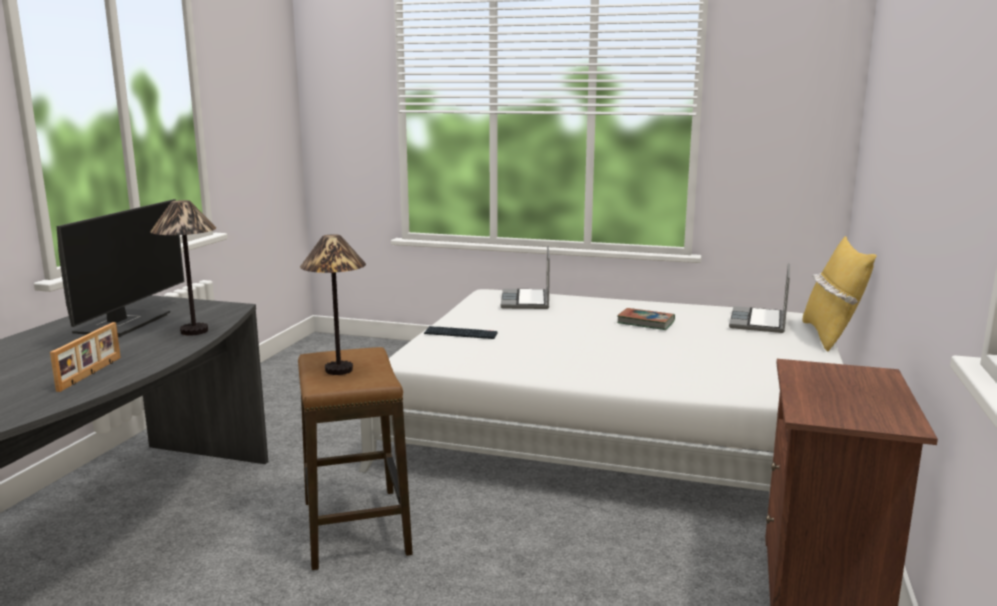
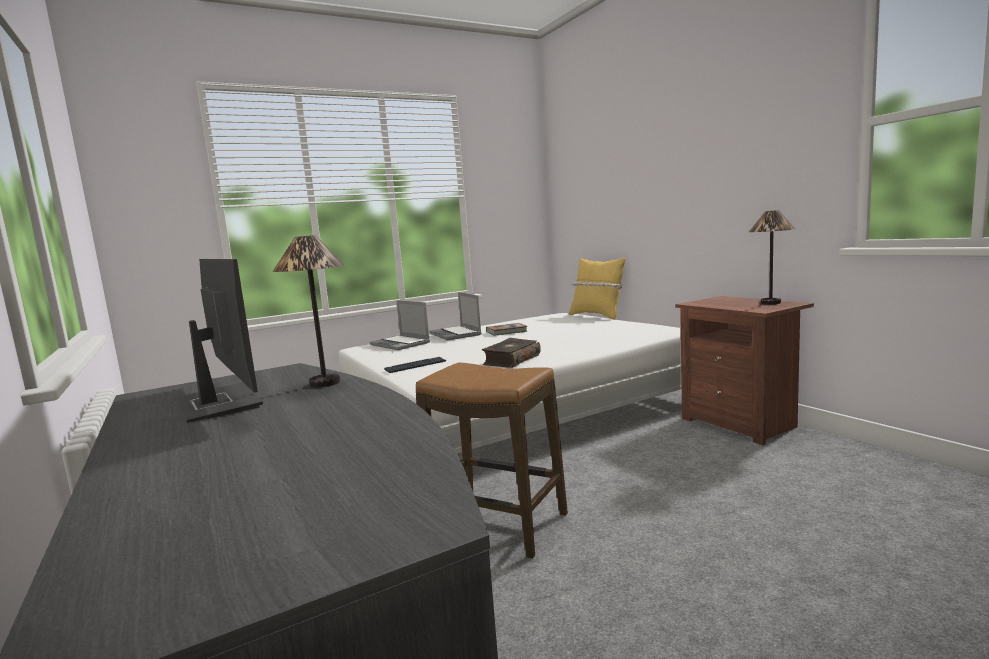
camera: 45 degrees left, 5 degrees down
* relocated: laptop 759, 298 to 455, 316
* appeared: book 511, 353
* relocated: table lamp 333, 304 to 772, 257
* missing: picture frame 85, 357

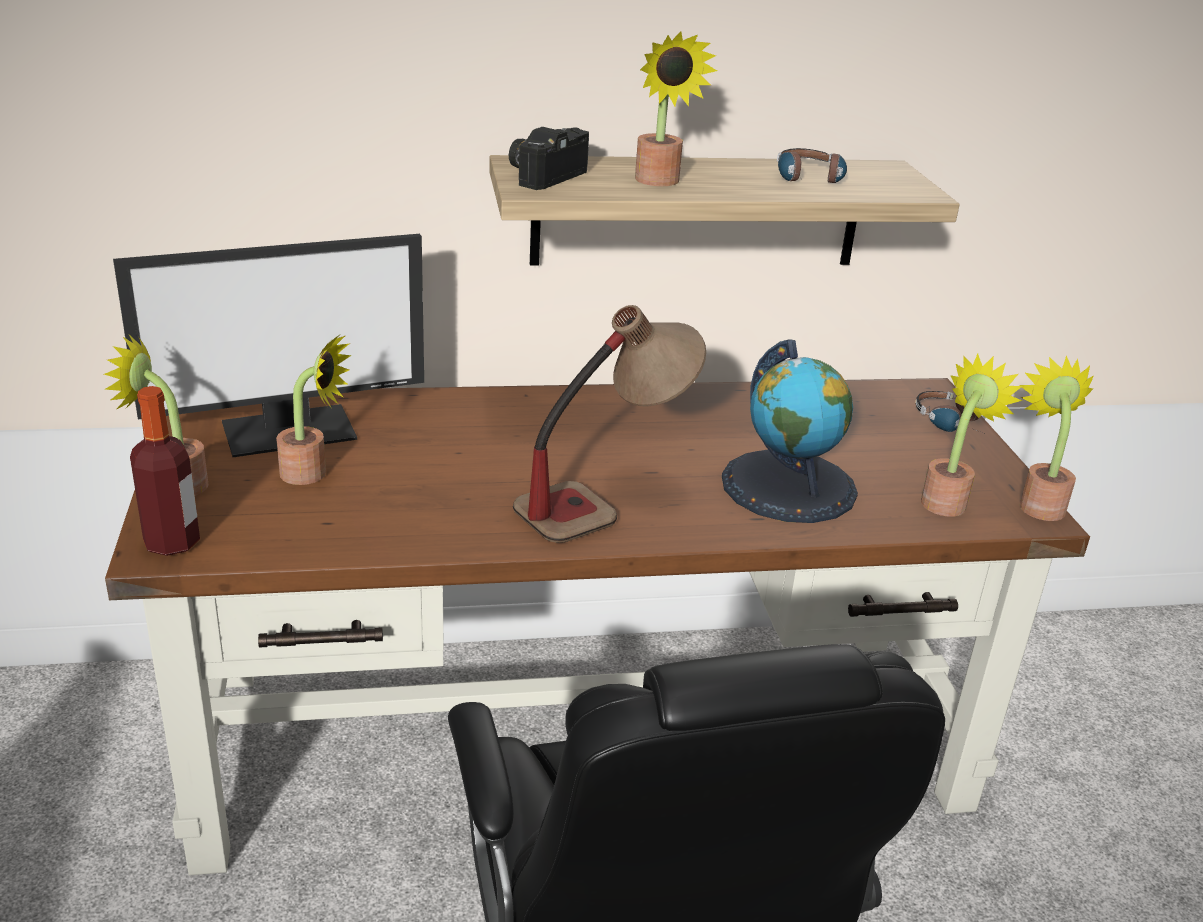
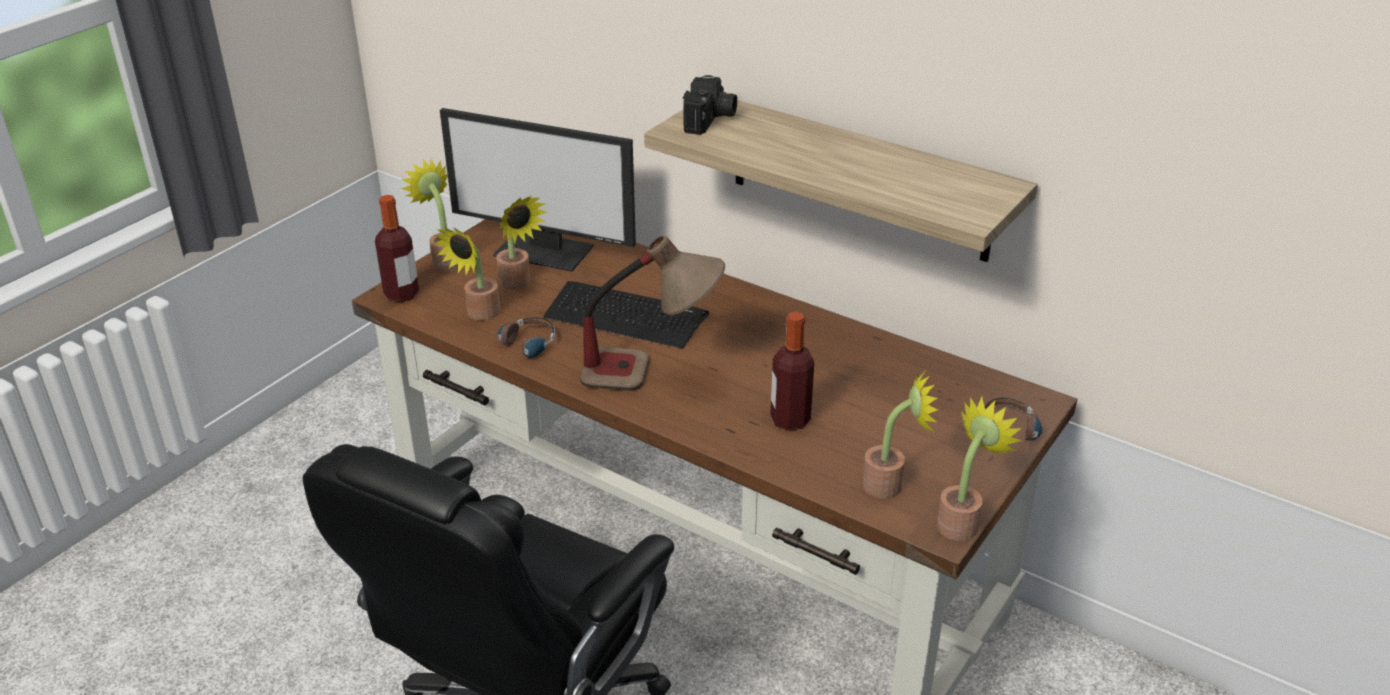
camera: 45 degrees right, 5 degrees up
* relocated: potted plant 676, 109 to 466, 274
* relocated: headphones 812, 165 to 519, 338
* appeared: keyboard 626, 315
* spun: photo camera 549, 158 = 710, 105 120 degrees clockwise
* exchanged: globe 790, 431 to bottle 792, 371

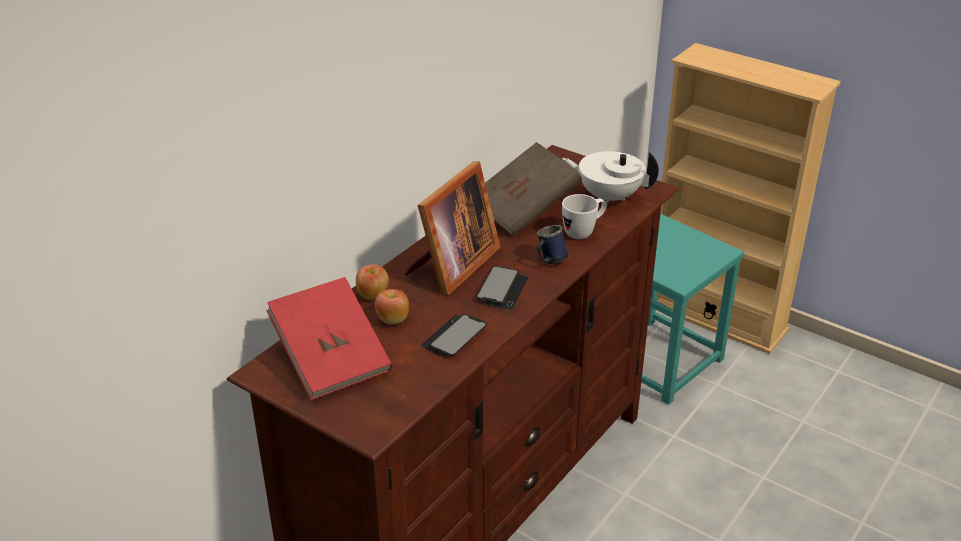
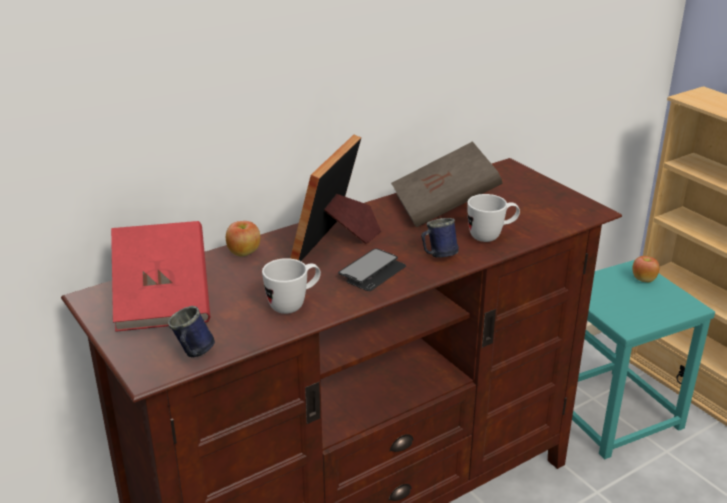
camera: 20 degrees right, 5 degrees down
* appeared: blue mug 191, 331
* exchanged: phone 454, 335 to white mug 291, 286
* spun: picture frame 452, 228 = 335, 198 150 degrees clockwise
* relocated: apple 392, 306 to 646, 269
* missing: white teapot 610, 178

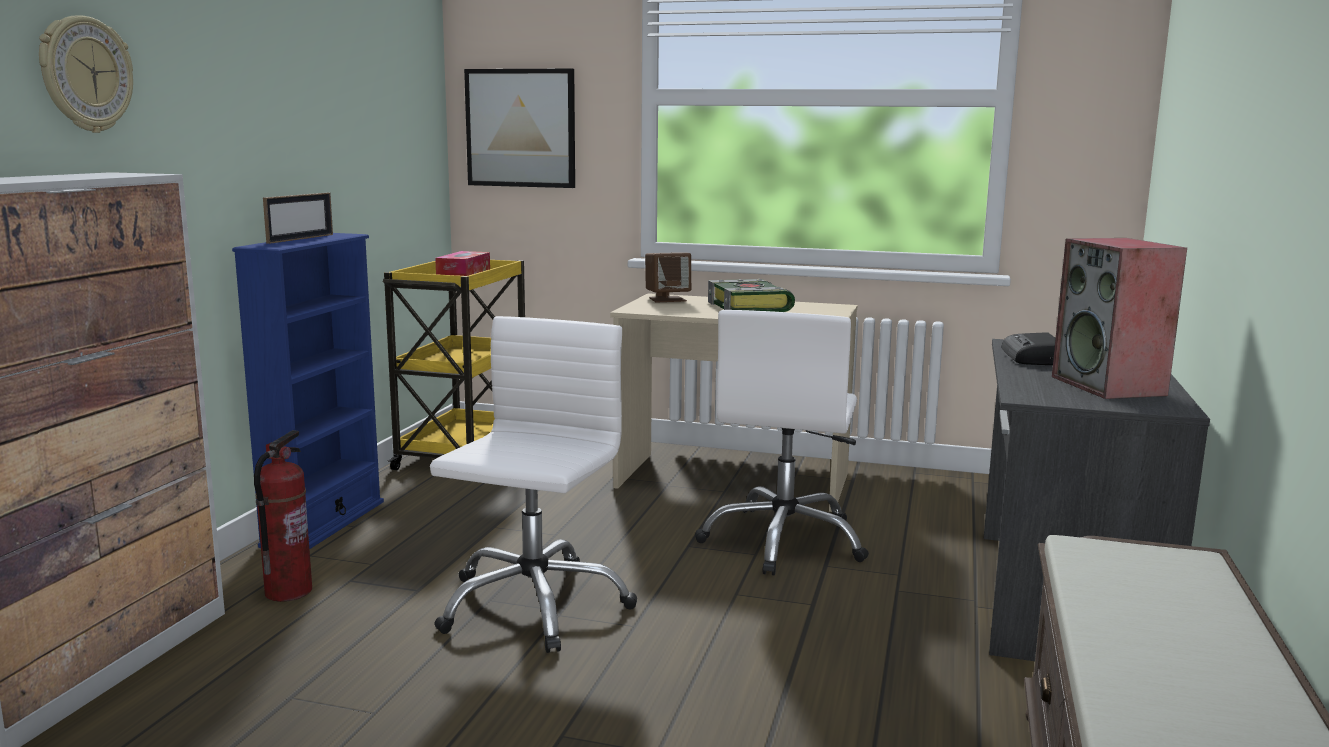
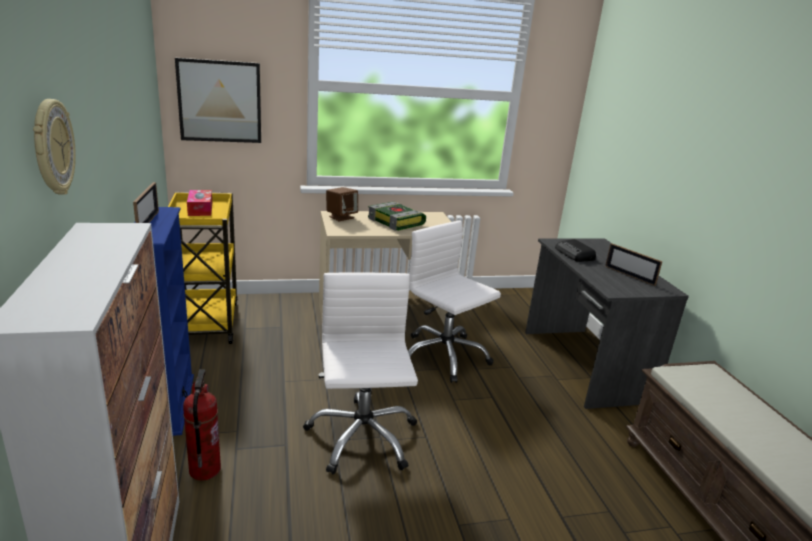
camera: 30 degrees left, 10 degrees up
* spun: white office chair 782, 442 = 454, 301 150 degrees clockwise
* exchanged: speaker 1119, 318 to picture frame 634, 264

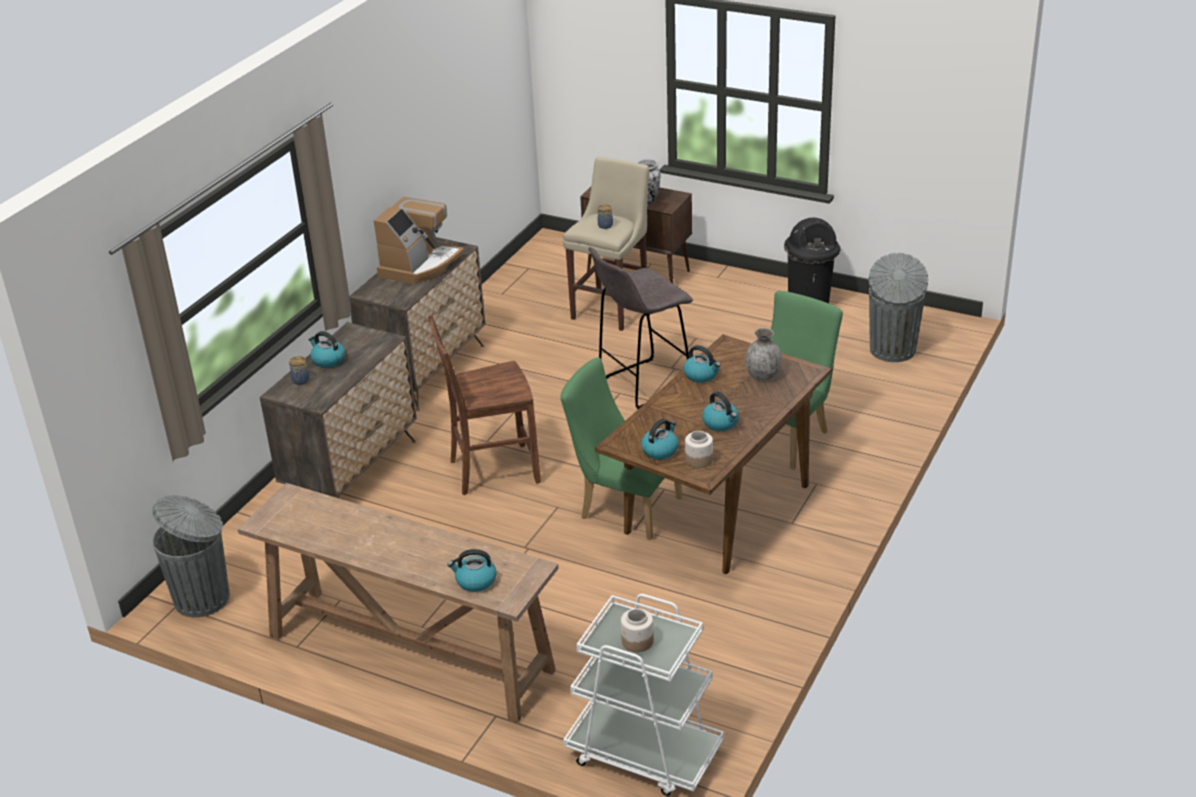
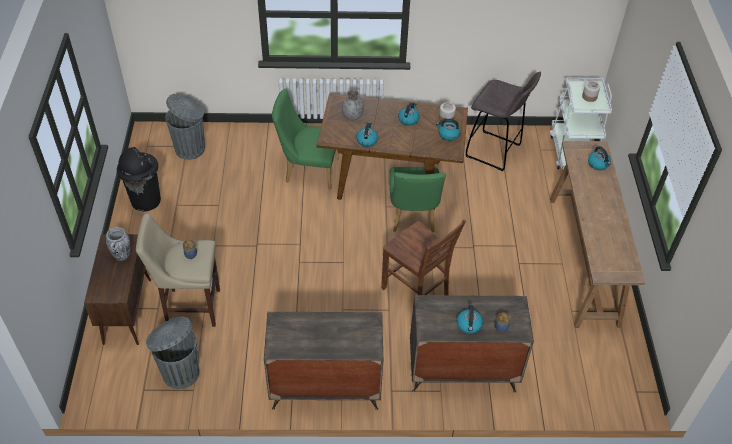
camera: 120 degrees left, 15 degrees up
* relocated: grey trash can 190, 556 to 172, 352
* relocated: grey stool 641, 328 to 503, 121
* missing: coffee machine 419, 240

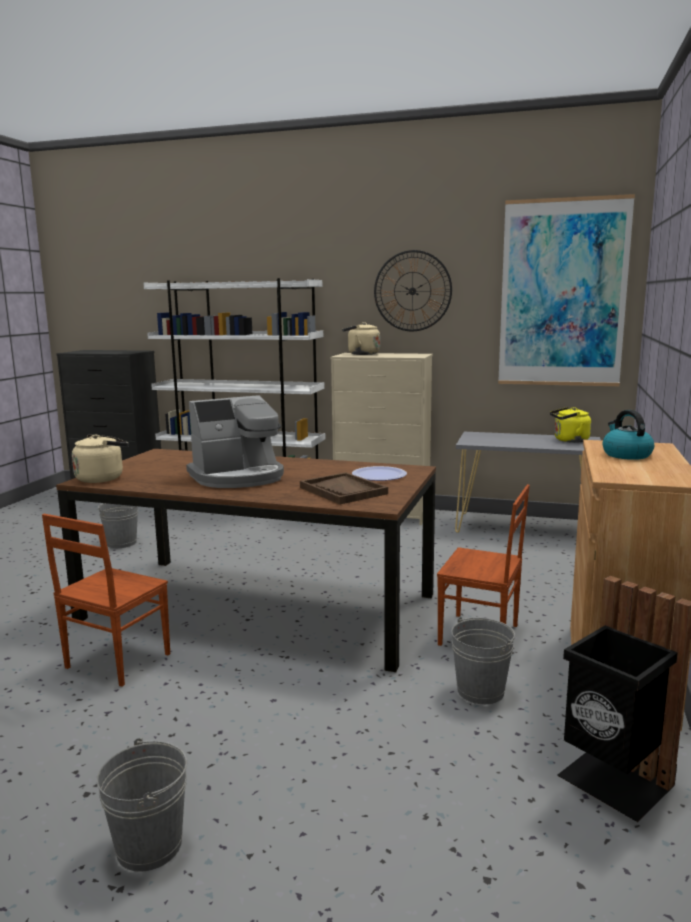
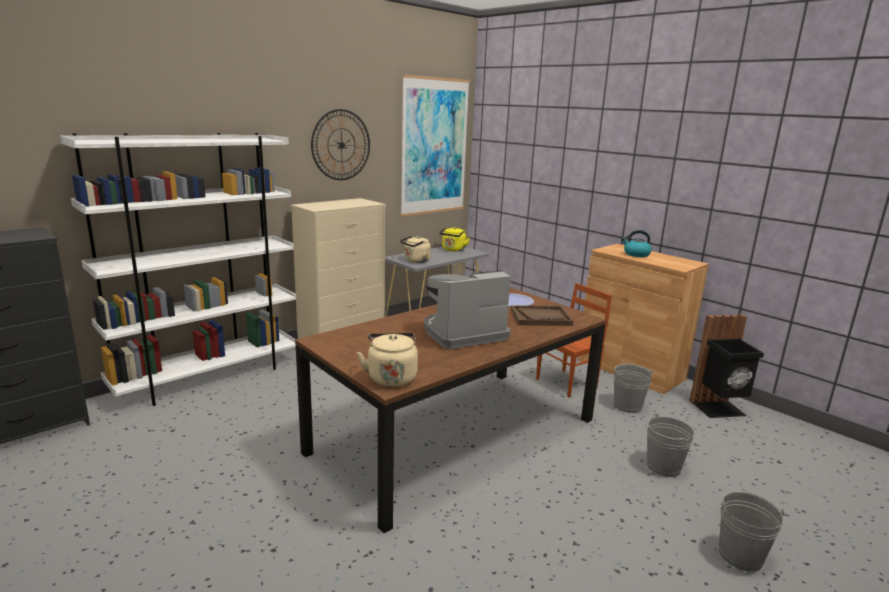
camera: 60 degrees left, 5 degrees up
* relocated: beige kettle 361, 338 to 415, 249
* spun: coffee machine 235, 441 = 467, 309 120 degrees counterclockwise
* relocated: grey bucket 117, 525 to 671, 445
* missing: brown chair 106, 600

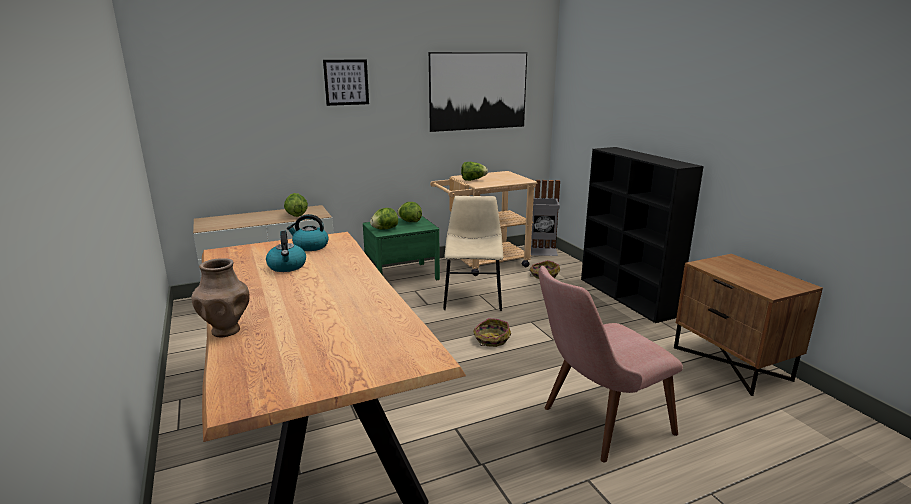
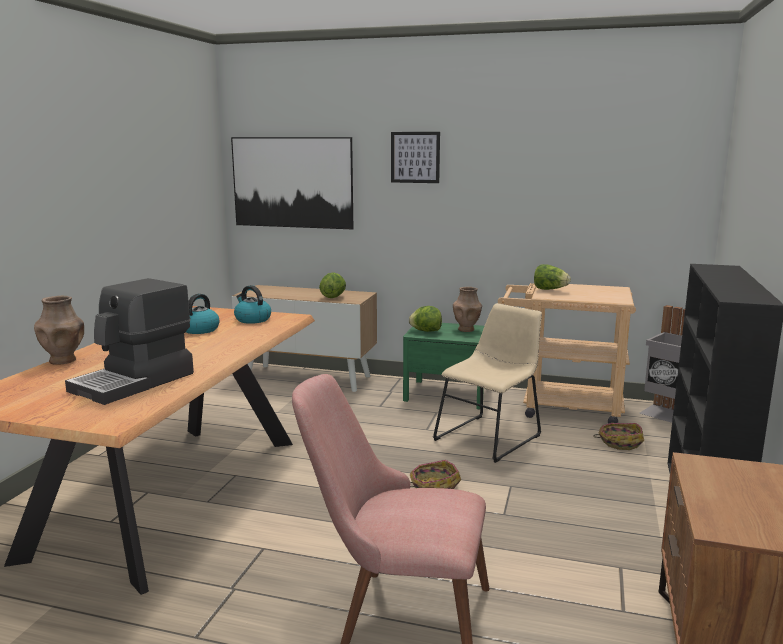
camera: 40 degrees right, 5 degrees down
* appeared: coffee machine 129, 341
* relocated: picture 478, 92 to 292, 183
* exchanged: lettuce 409, 212 to brown vase 467, 309

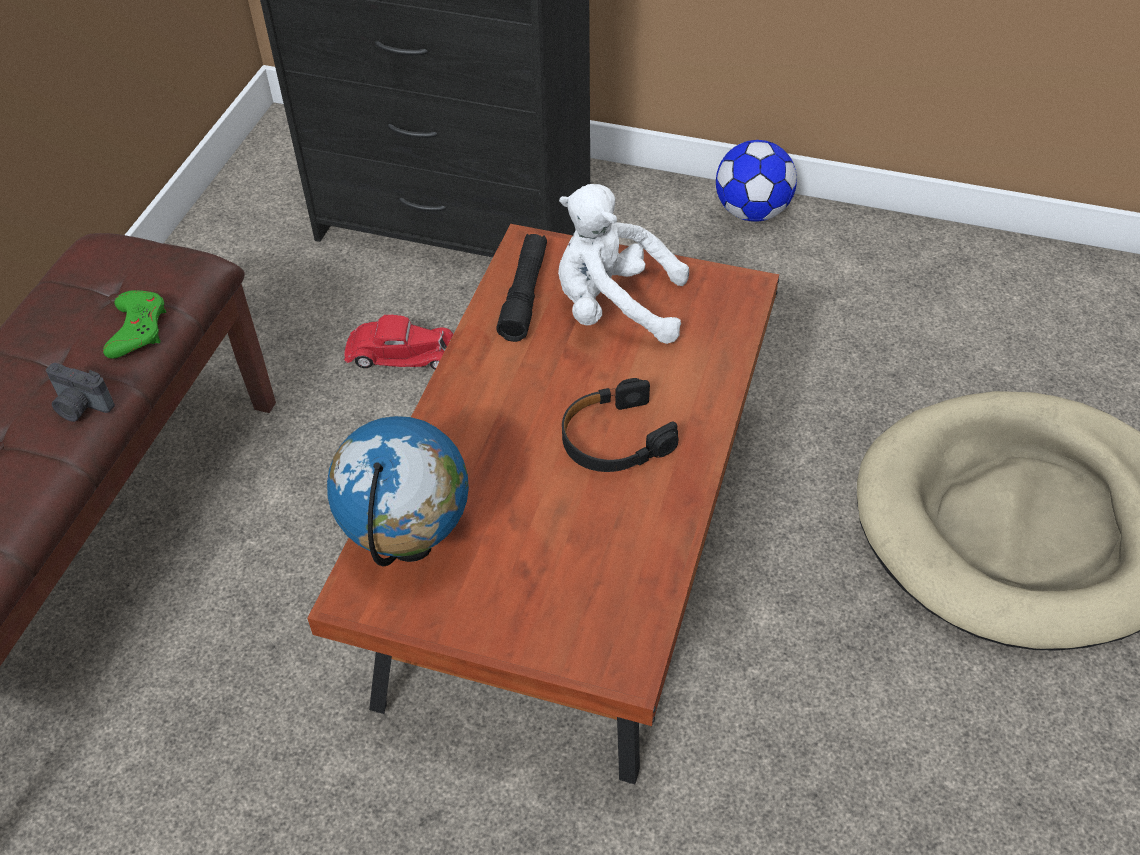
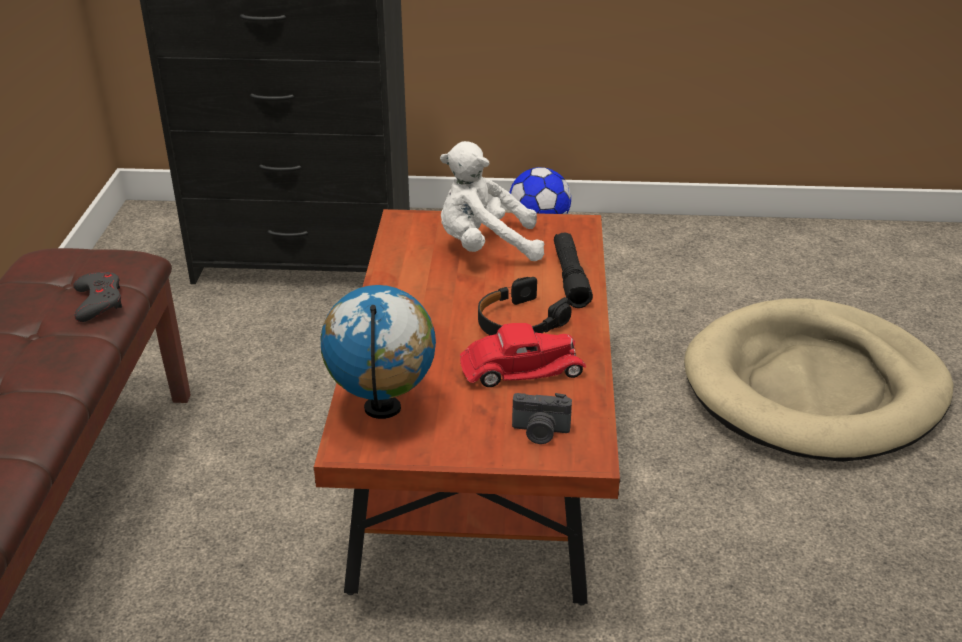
camera: 15 degrees left, 15 degrees down
* colour: green game controller 134, 324 to grey game controller 97, 297
* relocated: red toy car 398, 342 to 523, 355
* relocated: photo camera 80, 392 to 542, 418
* relocated: black flashlight 521, 288 to 573, 270

